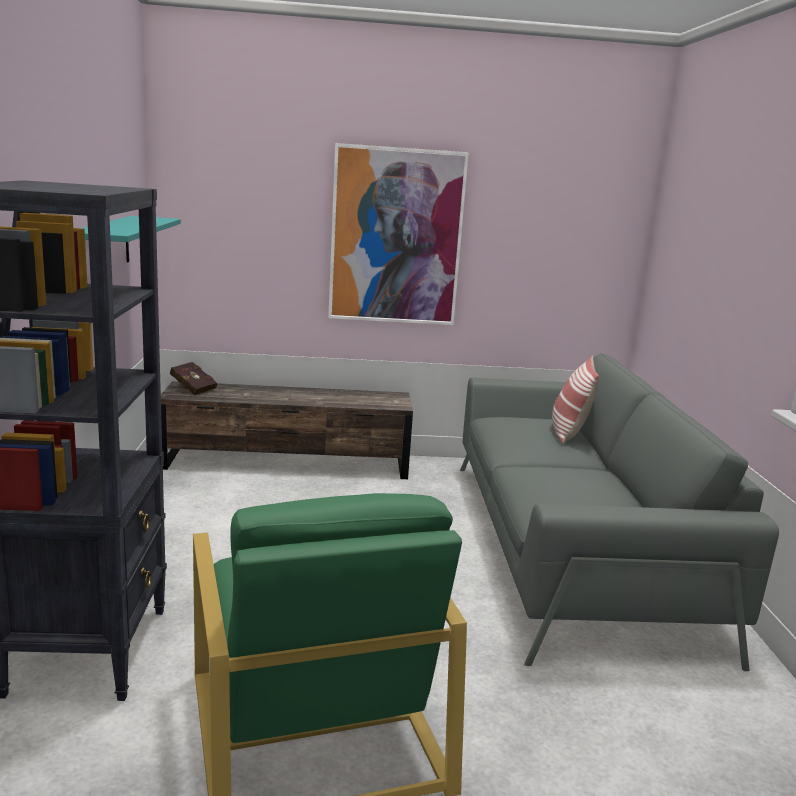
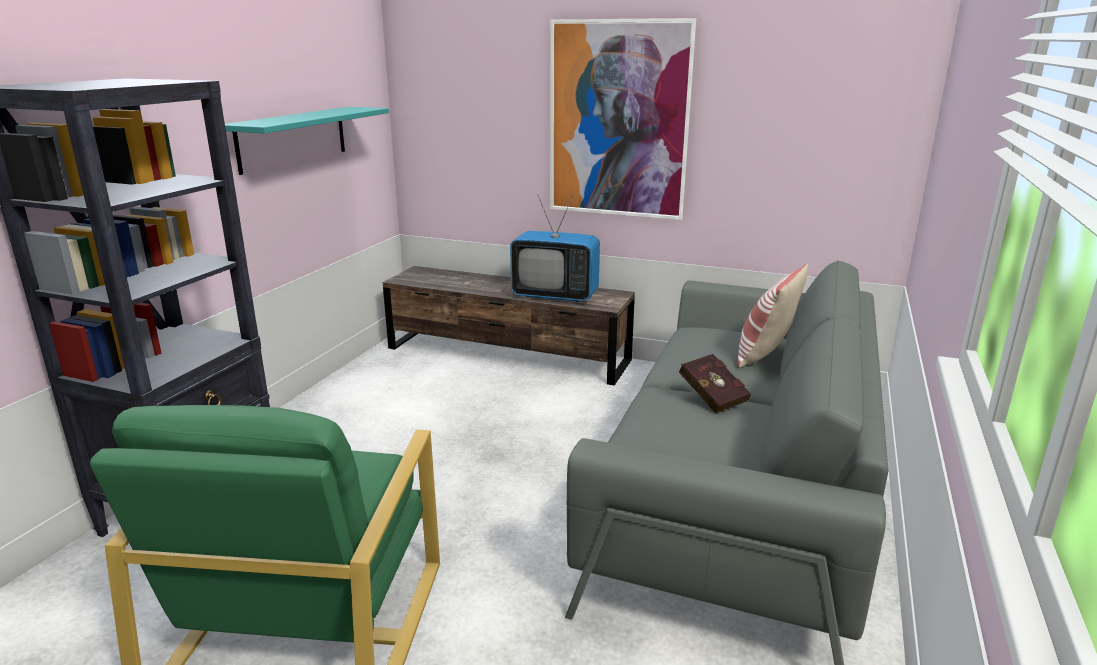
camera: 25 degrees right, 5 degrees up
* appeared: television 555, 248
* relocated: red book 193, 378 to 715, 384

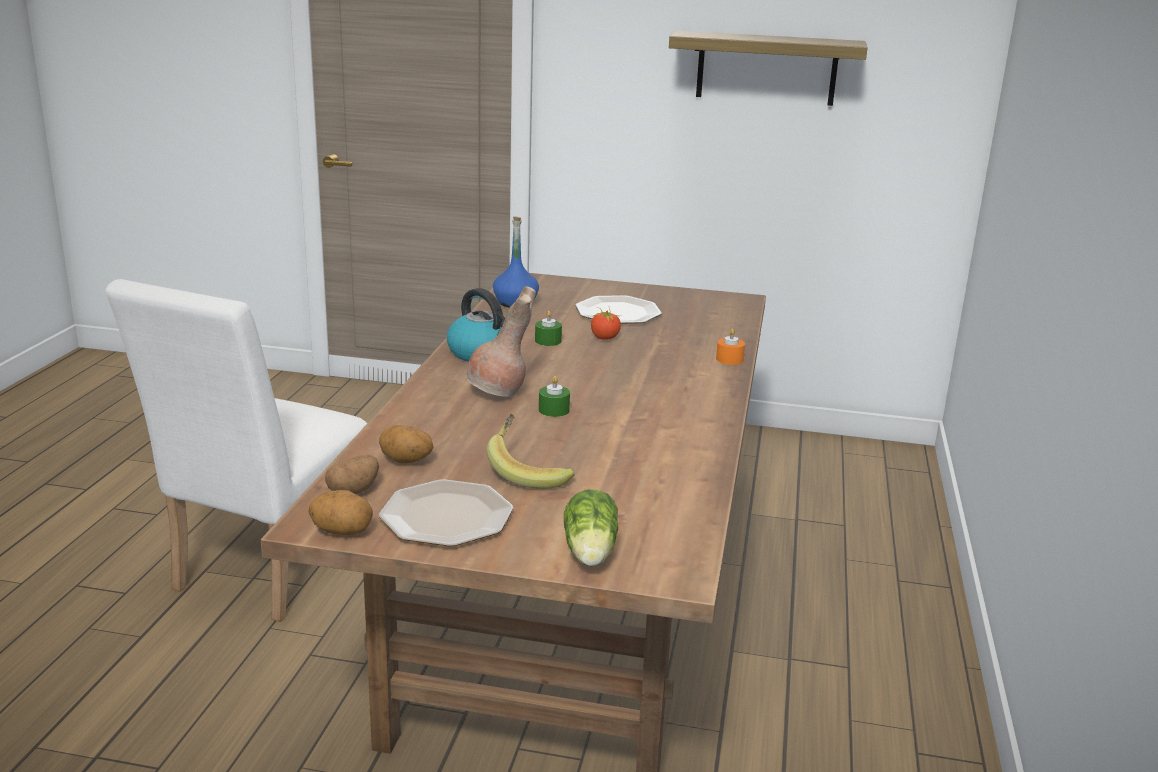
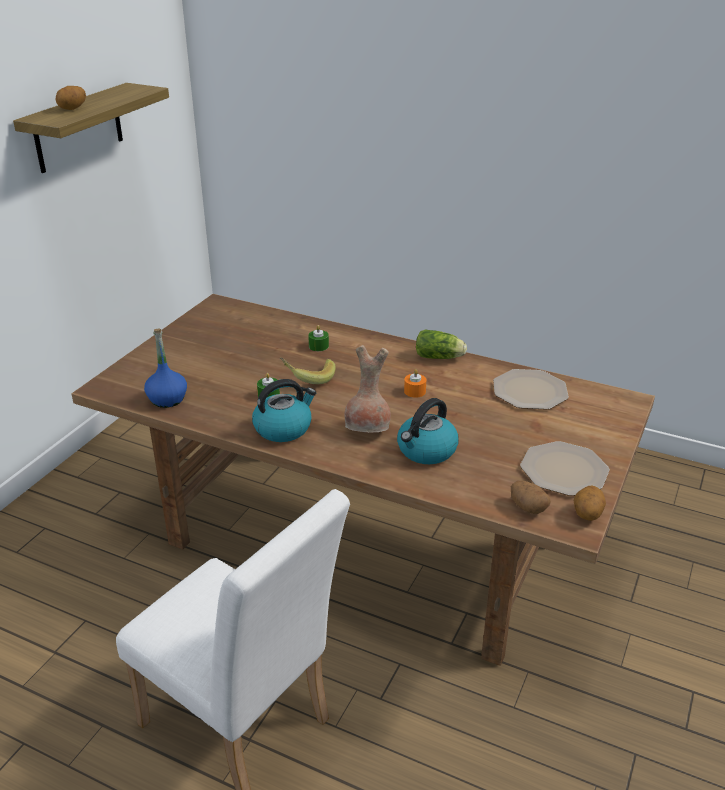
camera: 75 degrees left, 10 degrees up
* relocated: potato 406, 444 to 71, 98
* relocated: banana 531, 451 to 308, 370
* relocated: green candle 554, 396 to 318, 338
* appeared: kettle 428, 431
* relocated: orange candle 730, 347 to 415, 383
* relocated: lettuce 591, 527 to 441, 344
* relocated: plate 618, 309 to 531, 389
* missing: tomato 606, 323

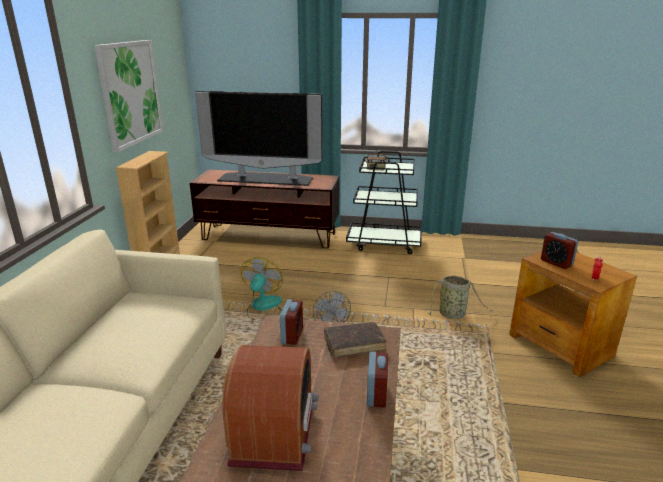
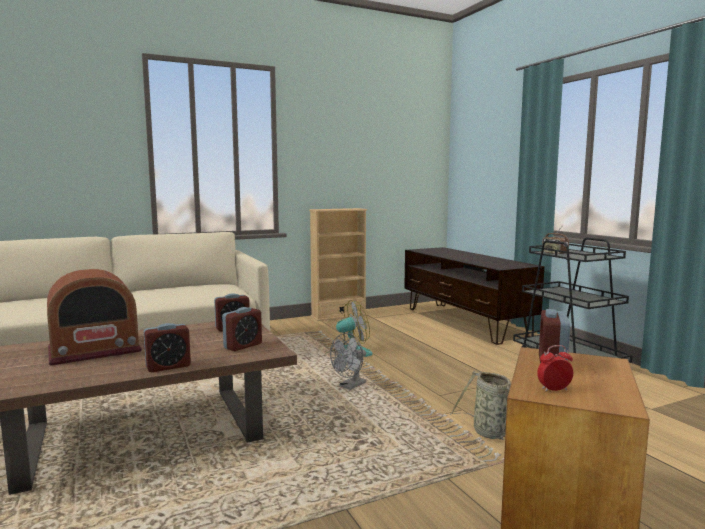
camera: 55 degrees right, 15 degrees down
* exchanged: brown book 355, 340 to alarm clock 242, 329
* missing: picture 128, 96
* missing: television 259, 138

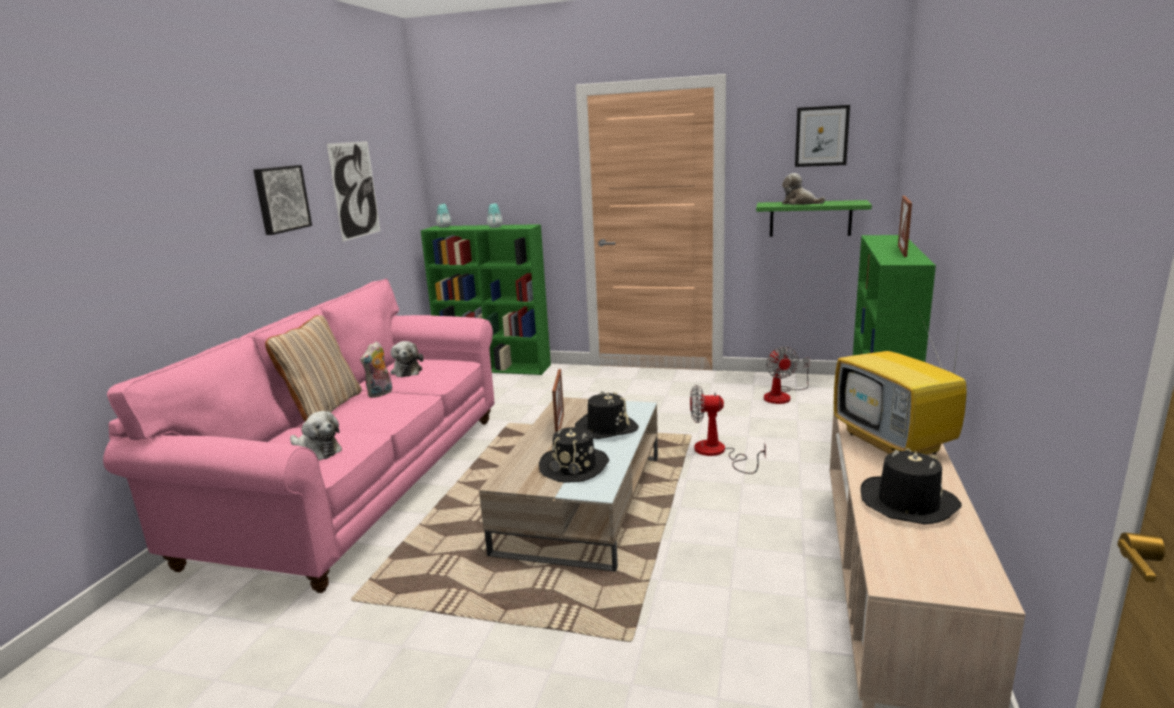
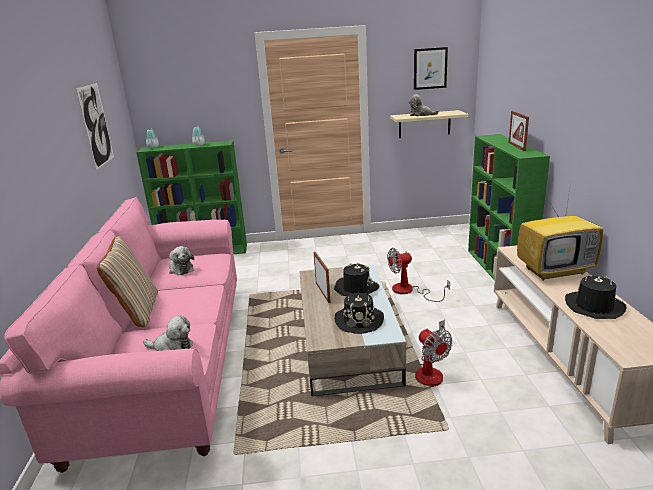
camera: 20 degrees left, 5 degrees up
* colour: green shelf 814, 218 to beige shelf 429, 124
* relocated: fan 787, 375 to 434, 353
* spun: television 900, 383 = 560, 231 60 degrees counterclockwise
* missing: picture 282, 200
* missing: plush toy 376, 369

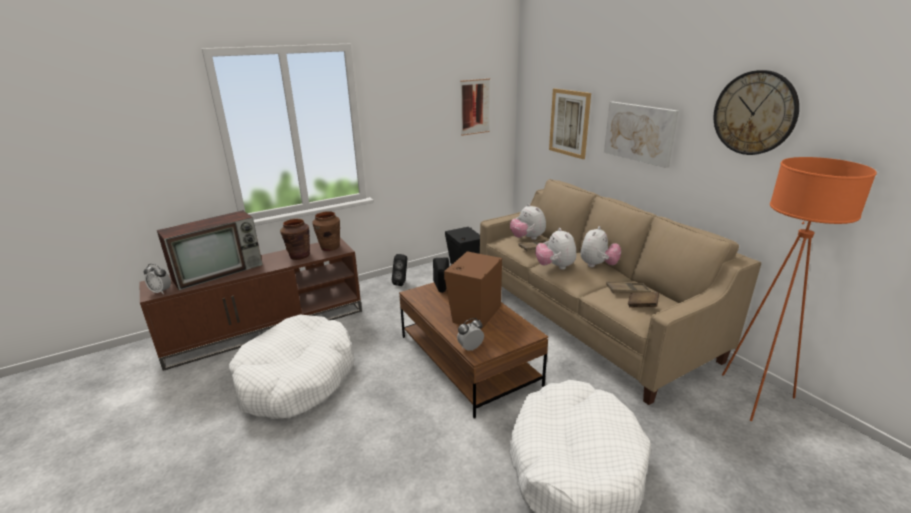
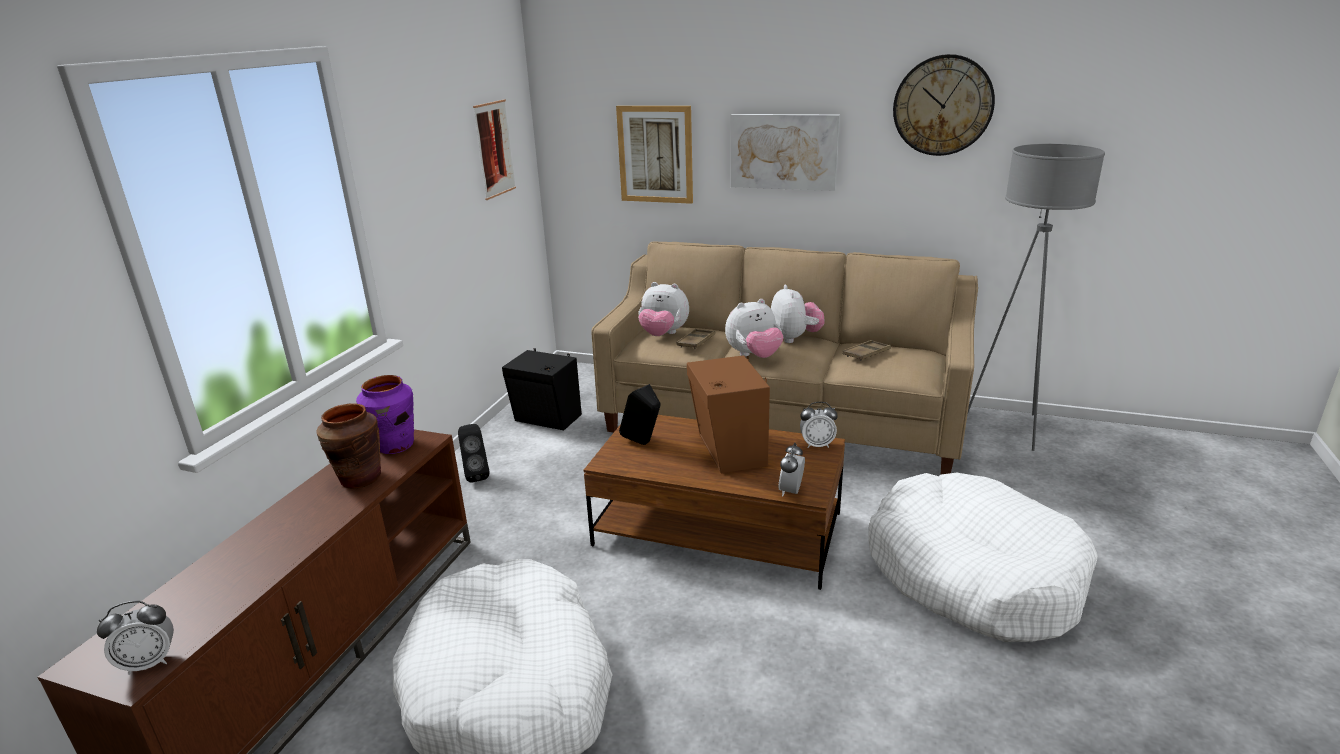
camera: 40 degrees left, 0 degrees up
* colour: brown vase 326, 231 to purple vase 385, 414
* spun: plush toy 555, 249 = 754, 328 60 degrees counterclockwise
* appeared: alarm clock 819, 425
* colour: orange floor lamp 799, 289 to grey floor lamp 1036, 297
* missing: television 210, 250
* missing: brown book 643, 300

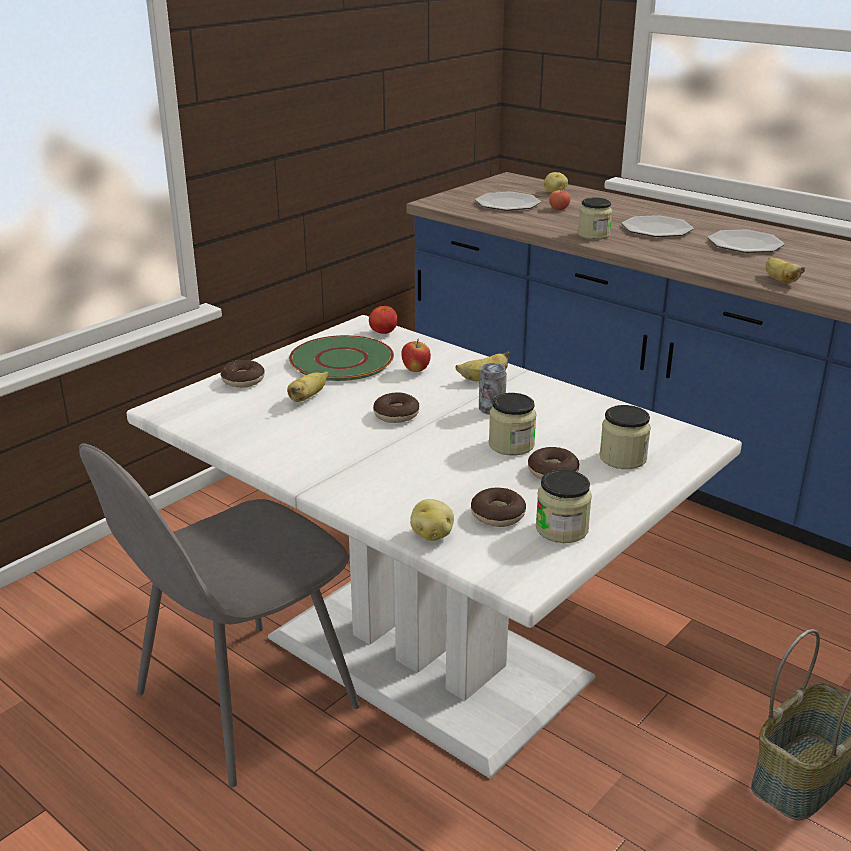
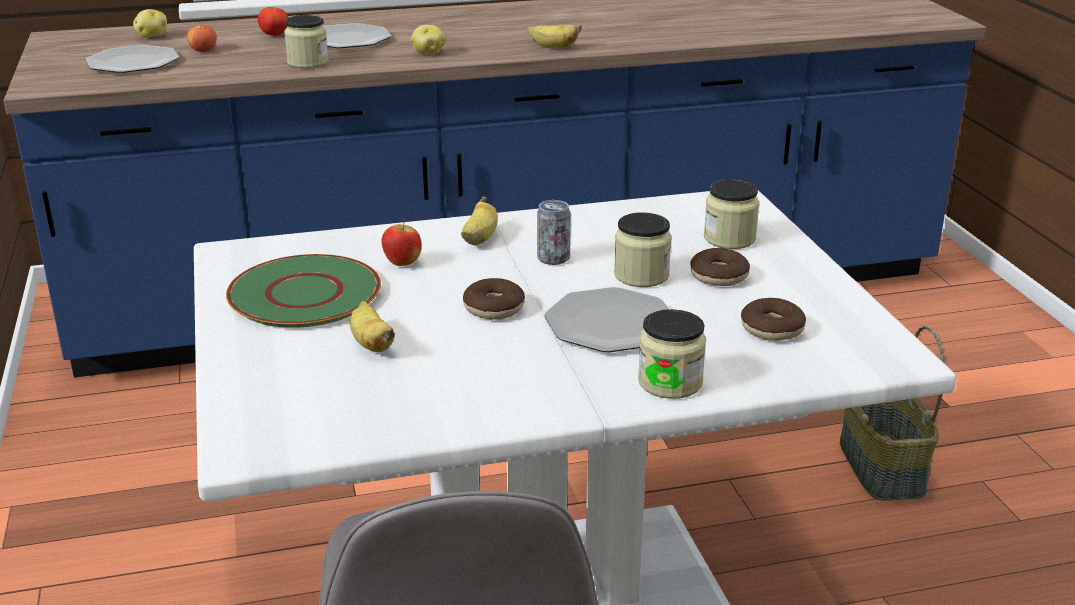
camera: 55 degrees left, 0 degrees up
* relocated: tomato 383, 320 to 273, 21
* relocated: potato 432, 520 to 428, 39
* relocated: plate 746, 241 to 606, 319
* relocated: jar 564, 506 to 672, 354
* missing: donut 243, 374

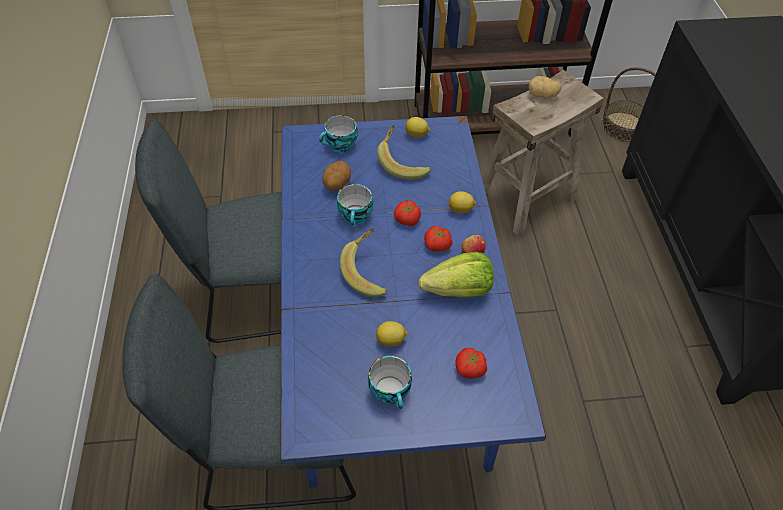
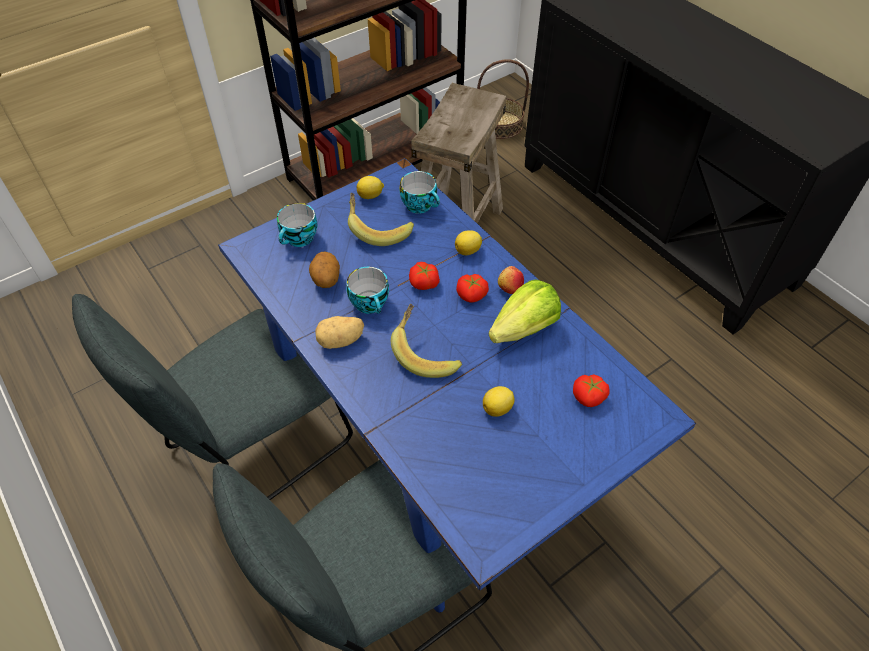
camera: 30 degrees left, 0 degrees up
* relocated: potato 545, 87 to 340, 332
* relocated: cup 390, 382 to 419, 192

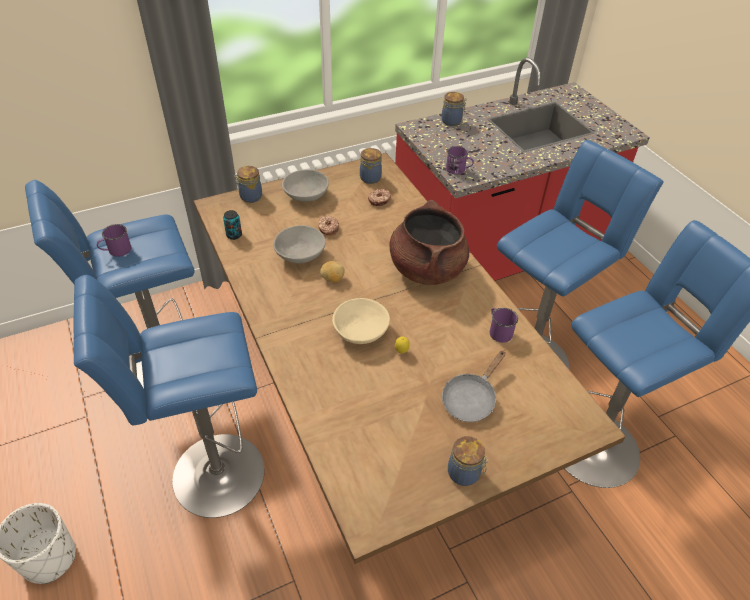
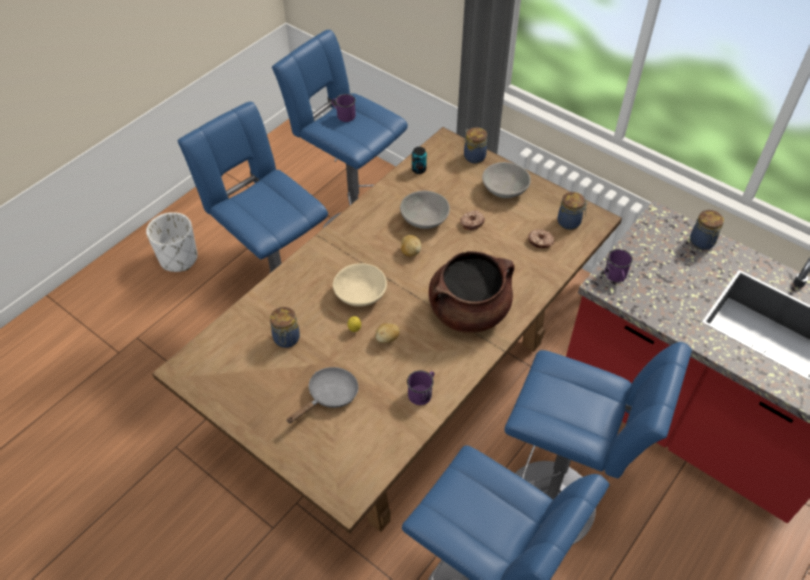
camera: 65 degrees right, 5 degrees up
* relocated: jar 468, 461 to 285, 327
* spun: grey frying pan 474, 386 = 322, 395 120 degrees clockwise
* appeared: potato 387, 333

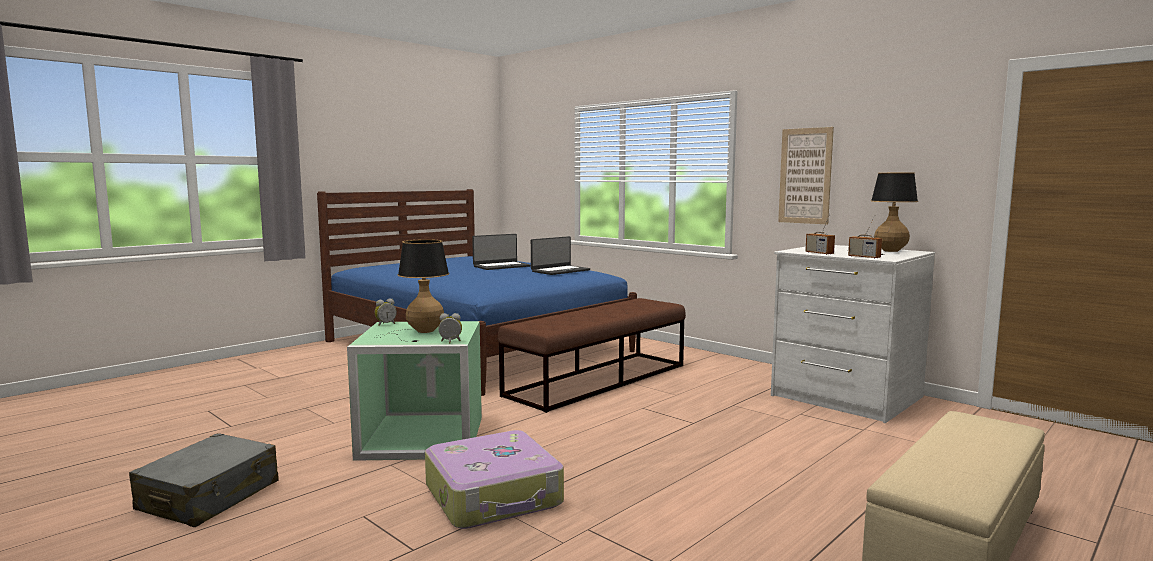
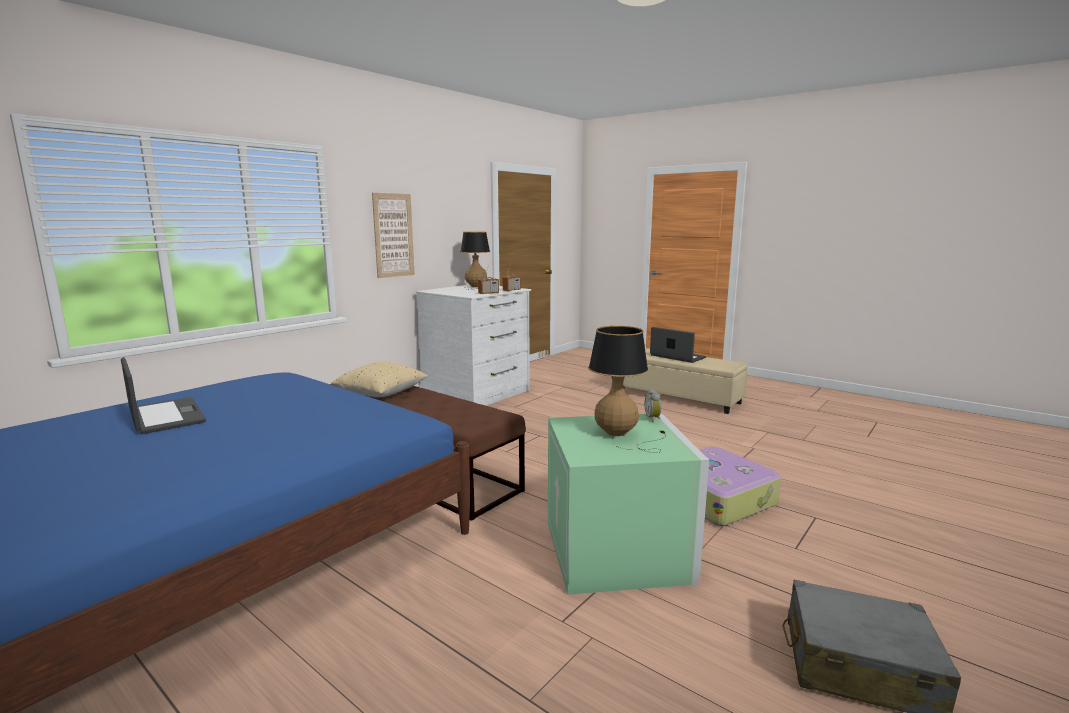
camera: 95 degrees left, 5 degrees up
* appeared: beige pillow 379, 379
* relocated: laptop 560, 255 to 678, 345
* missing: alarm clock 386, 312

